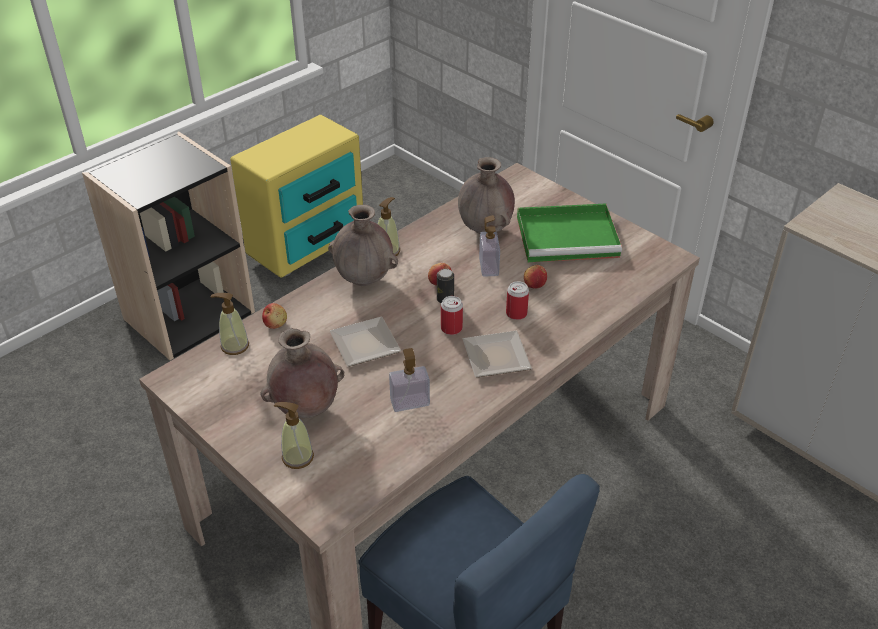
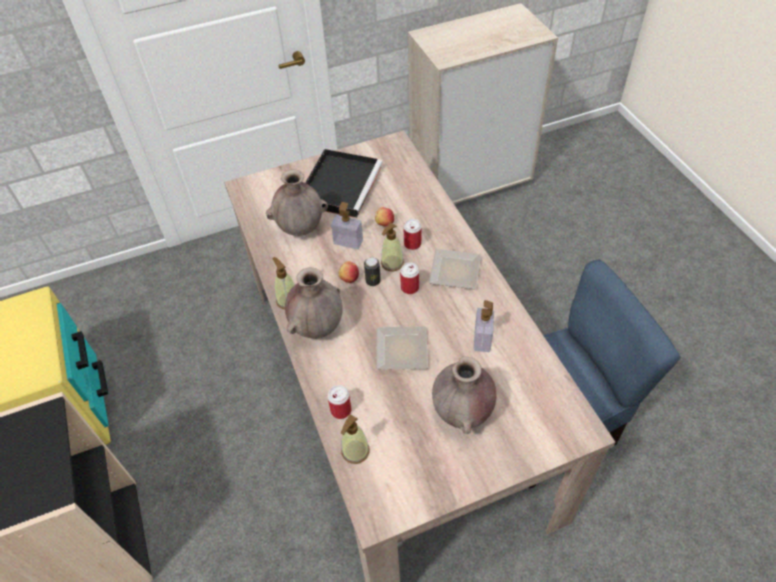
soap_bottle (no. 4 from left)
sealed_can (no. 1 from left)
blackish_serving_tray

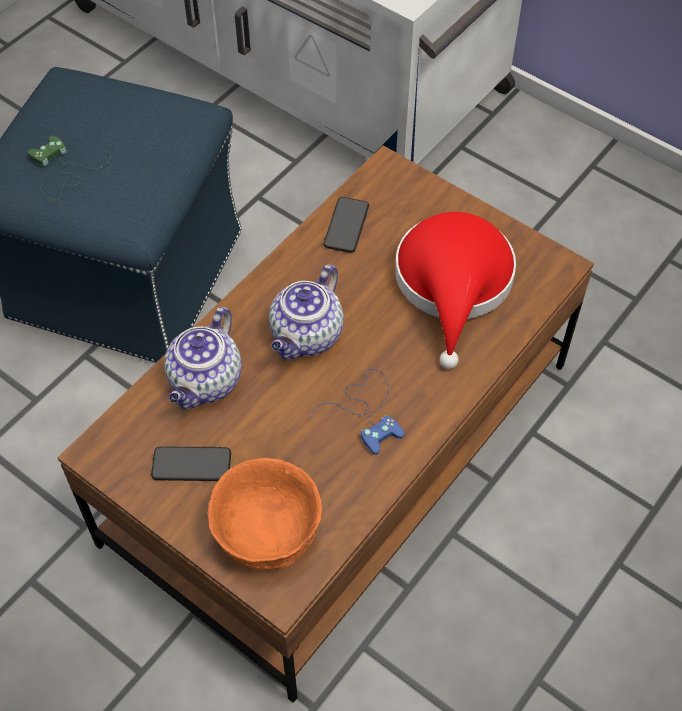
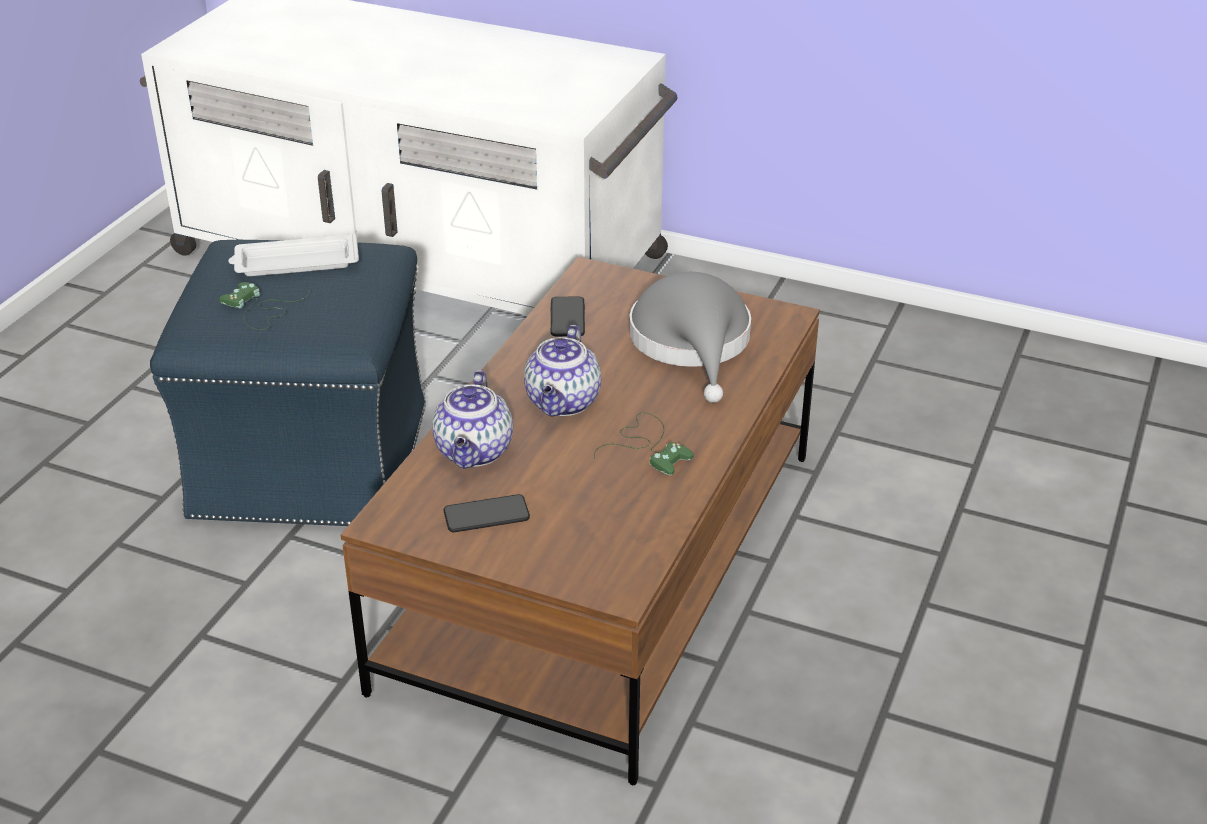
orangey_bowl
white_serving_tray
green-coloured_gamepad (no. 2 from left)
gray_clothing_hat

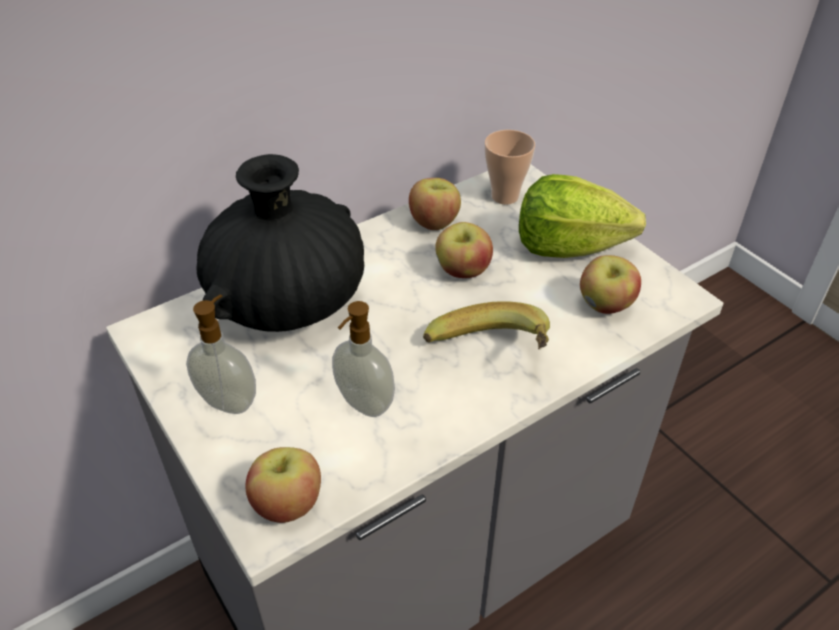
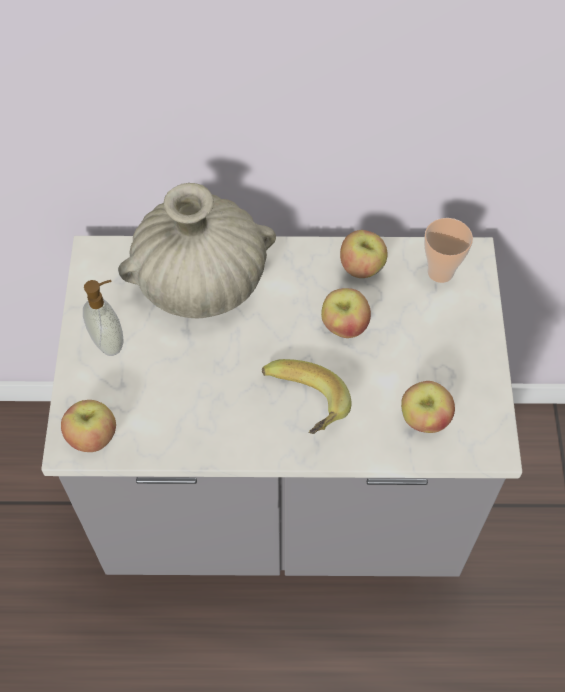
soap_bottle (no. 2 from left in the first image)
head_of_lettuce
beige-coloured_flower_vase

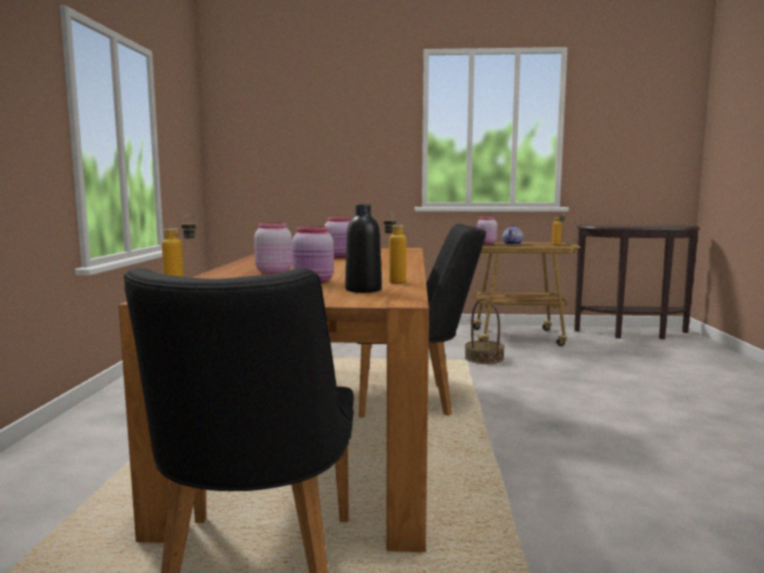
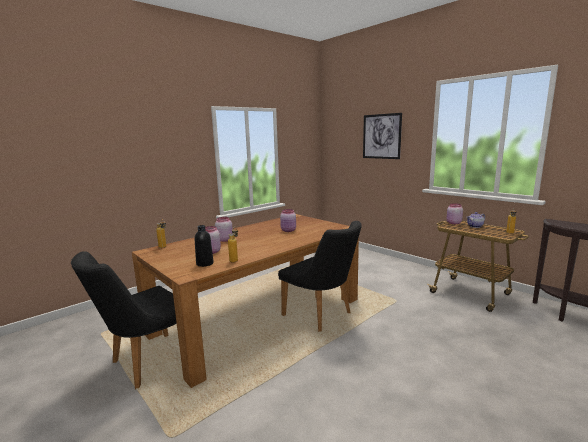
household_basket
picture

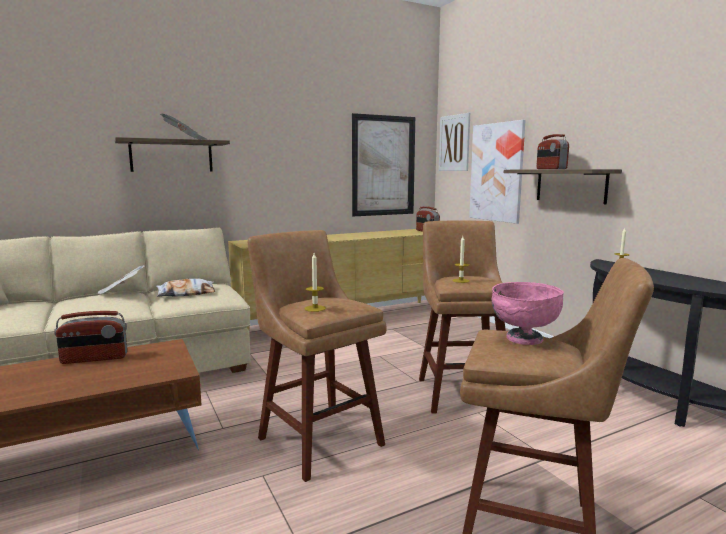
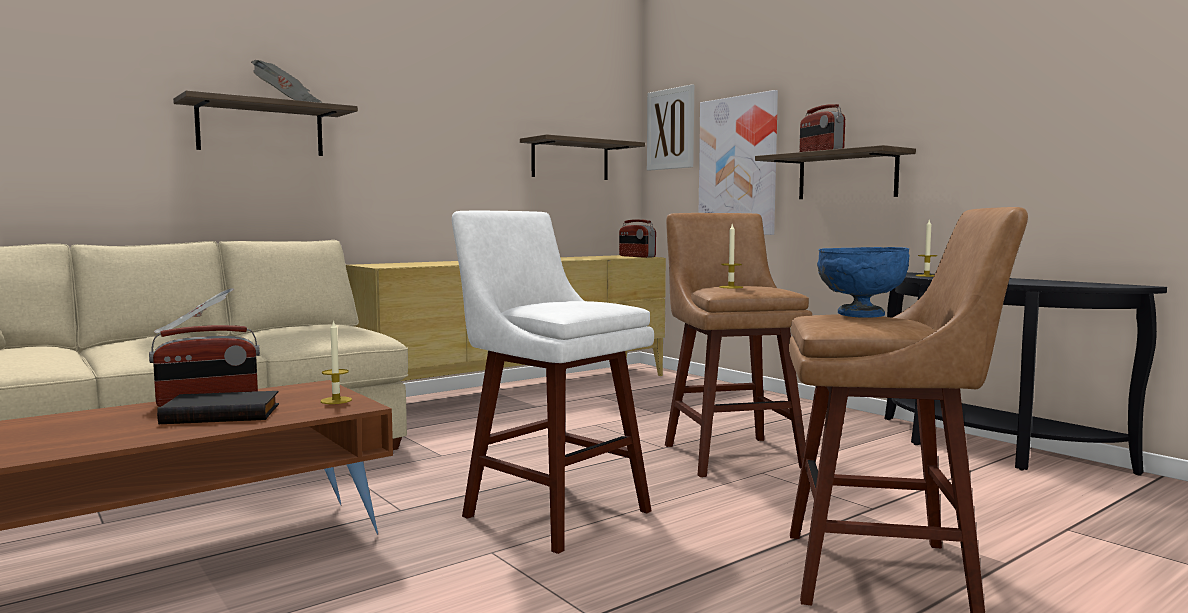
cushion
blackish_book
wax_candle (no. 1 from left)
bracket_shelf (no. 2 from left)
white_stool_seat
blue_bowl

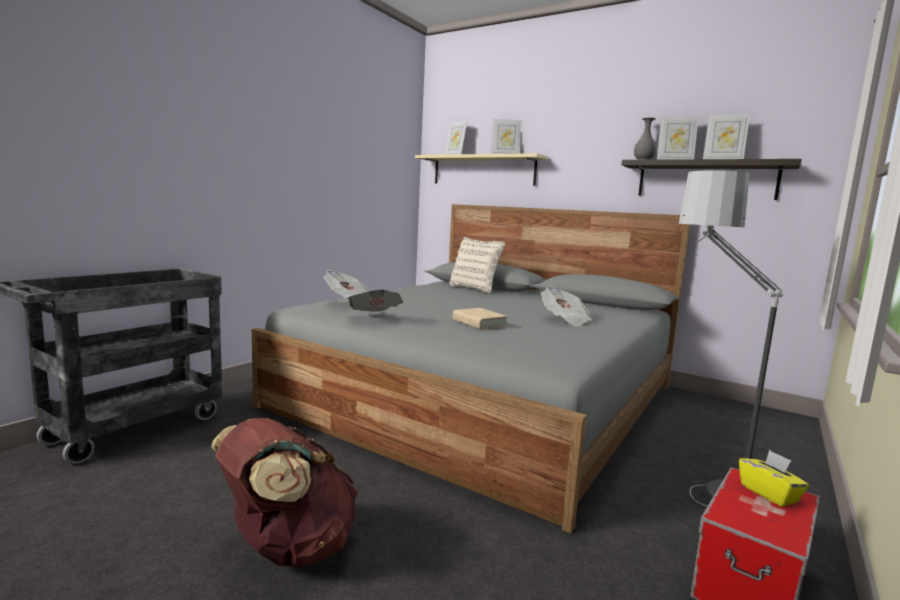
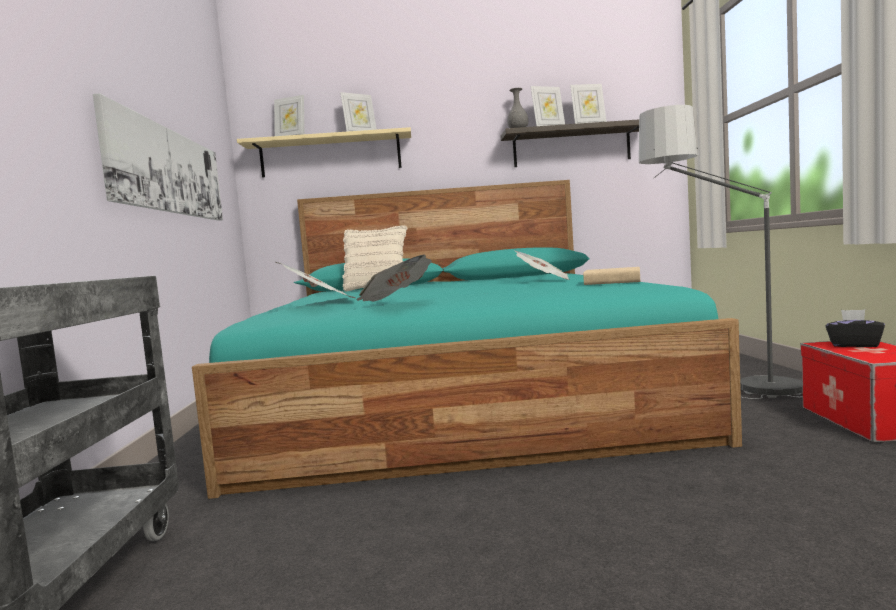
brown_rucksack
picture
beige-coloured_book
blue-green_bed
blackish_tissue_box

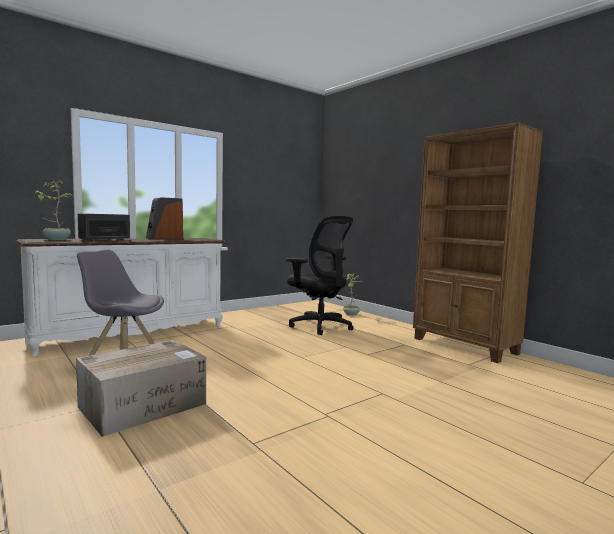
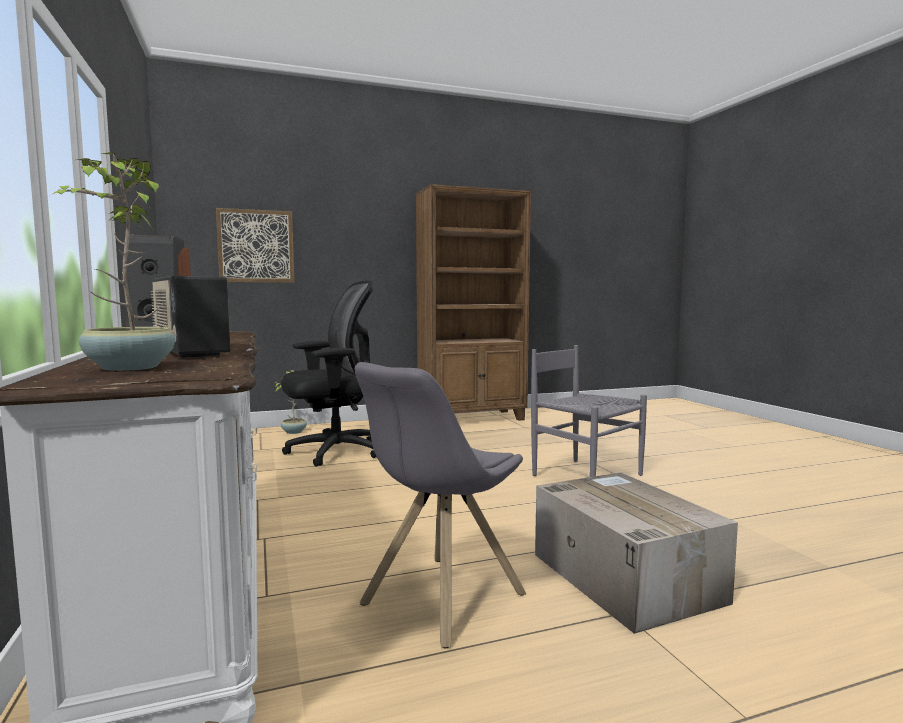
picture
gray_plain_chair (no. 2 from left)

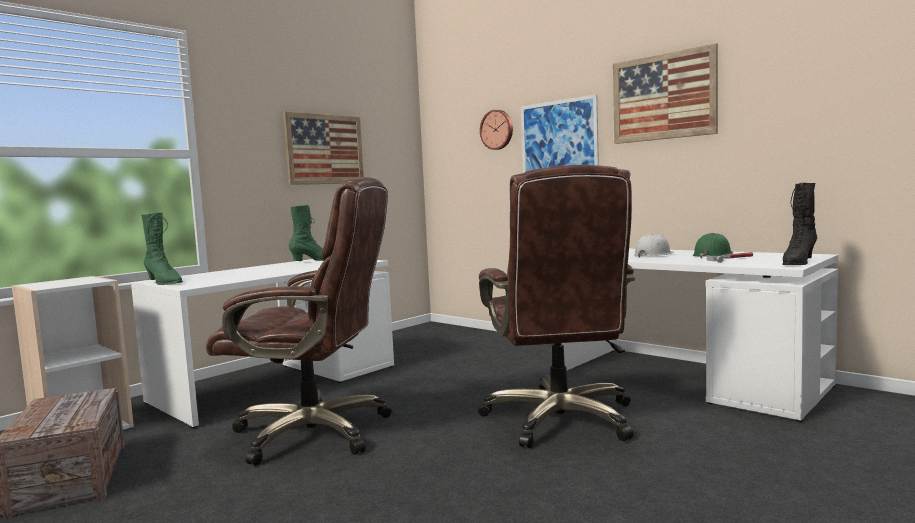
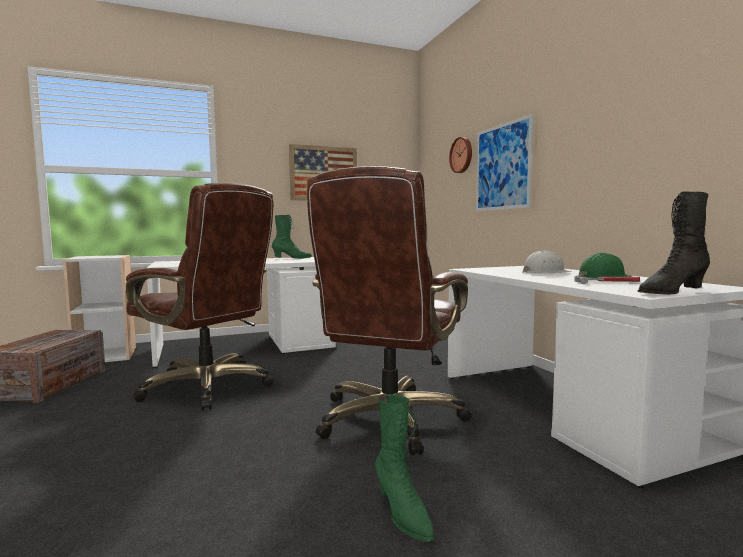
picture (no. 3 from left in the first image)
green-coloured_tall_boot (no. 2 from left)

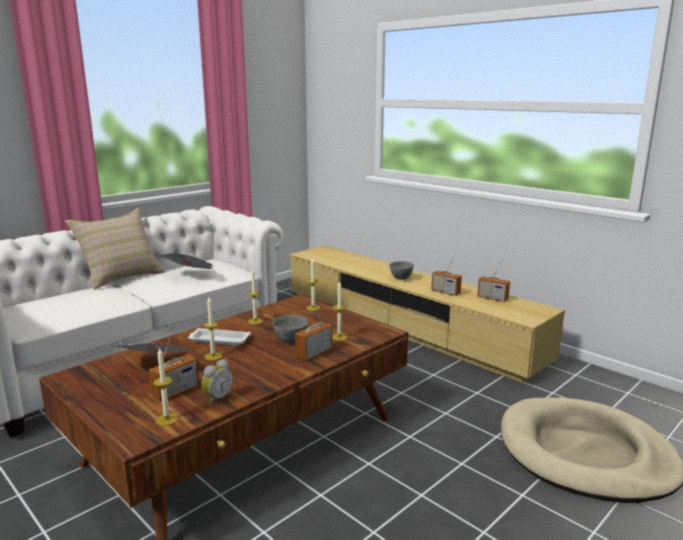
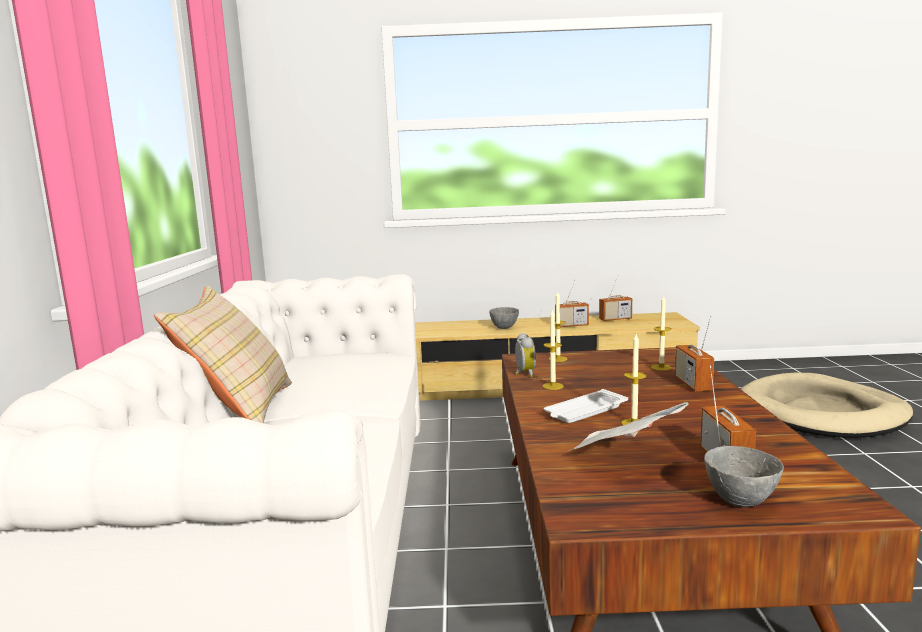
wax_candle (no. 1 from left in the first image)
daily_paper (no. 2 from left in the first image)
table_clock
gray_bowl (no. 2 from left)

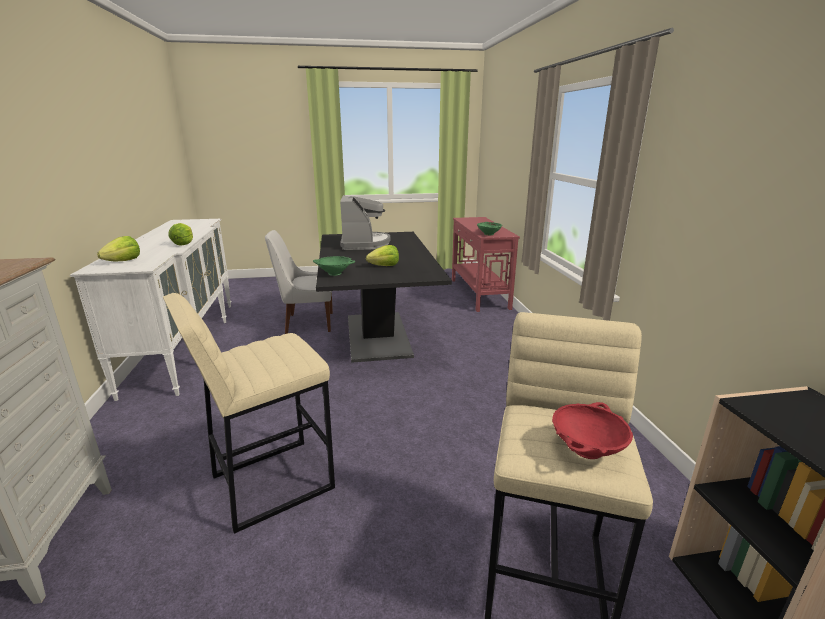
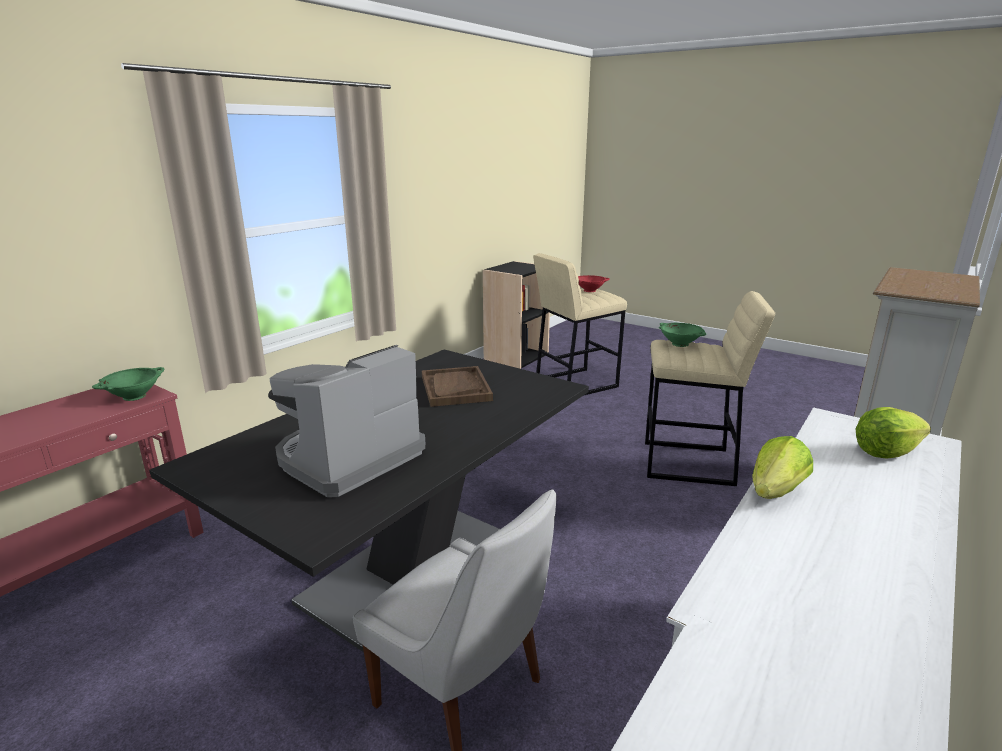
green-coloured_bowl (no. 2 from left)
brown_serving_tray

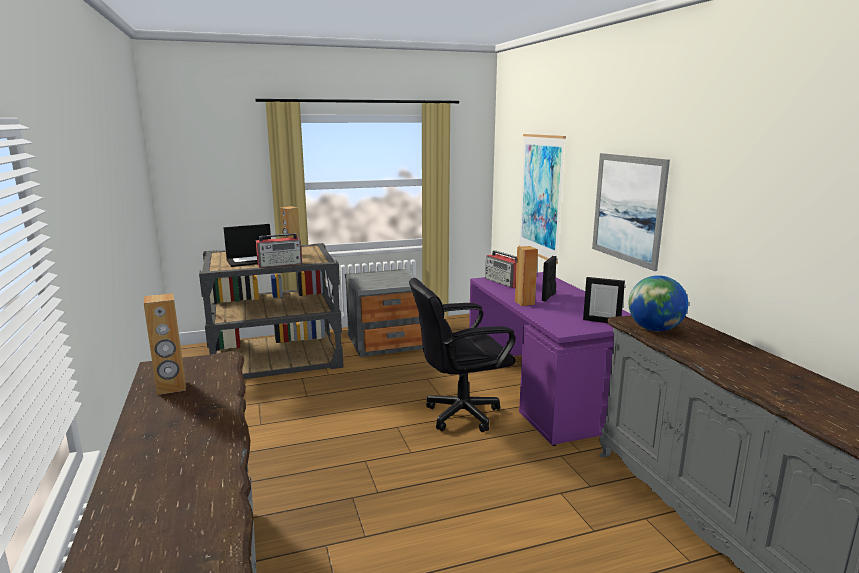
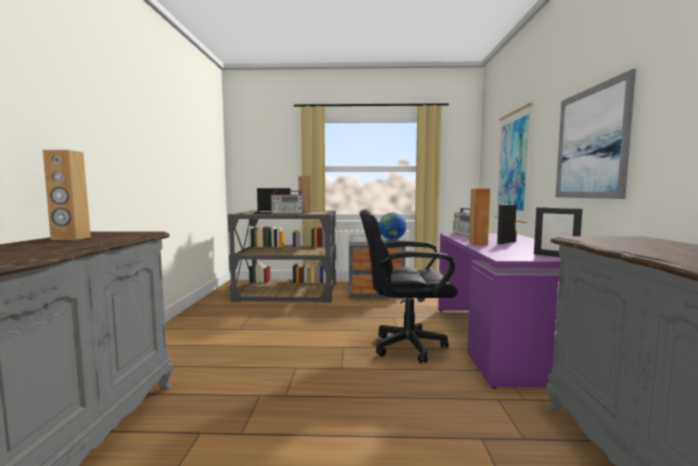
desk_globe

